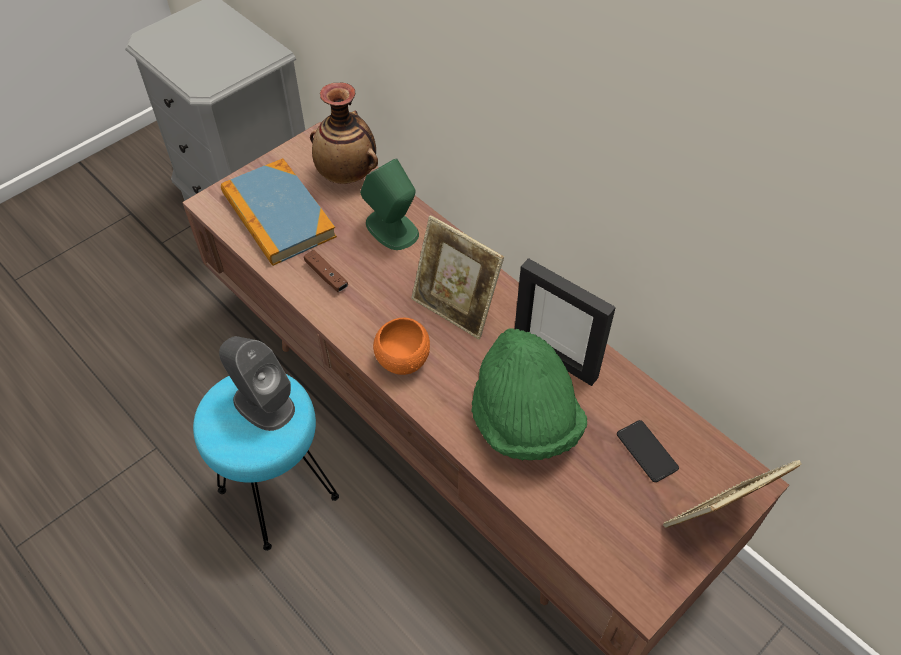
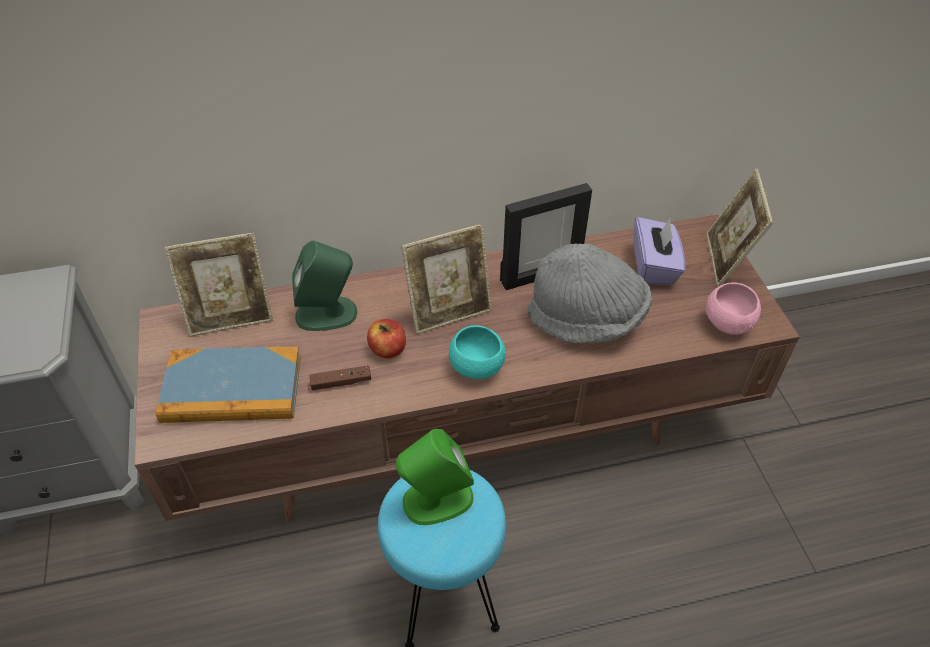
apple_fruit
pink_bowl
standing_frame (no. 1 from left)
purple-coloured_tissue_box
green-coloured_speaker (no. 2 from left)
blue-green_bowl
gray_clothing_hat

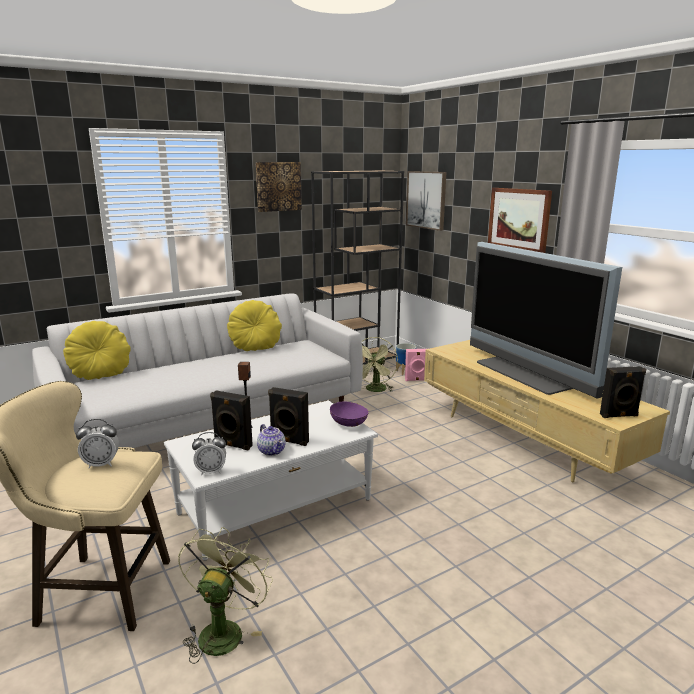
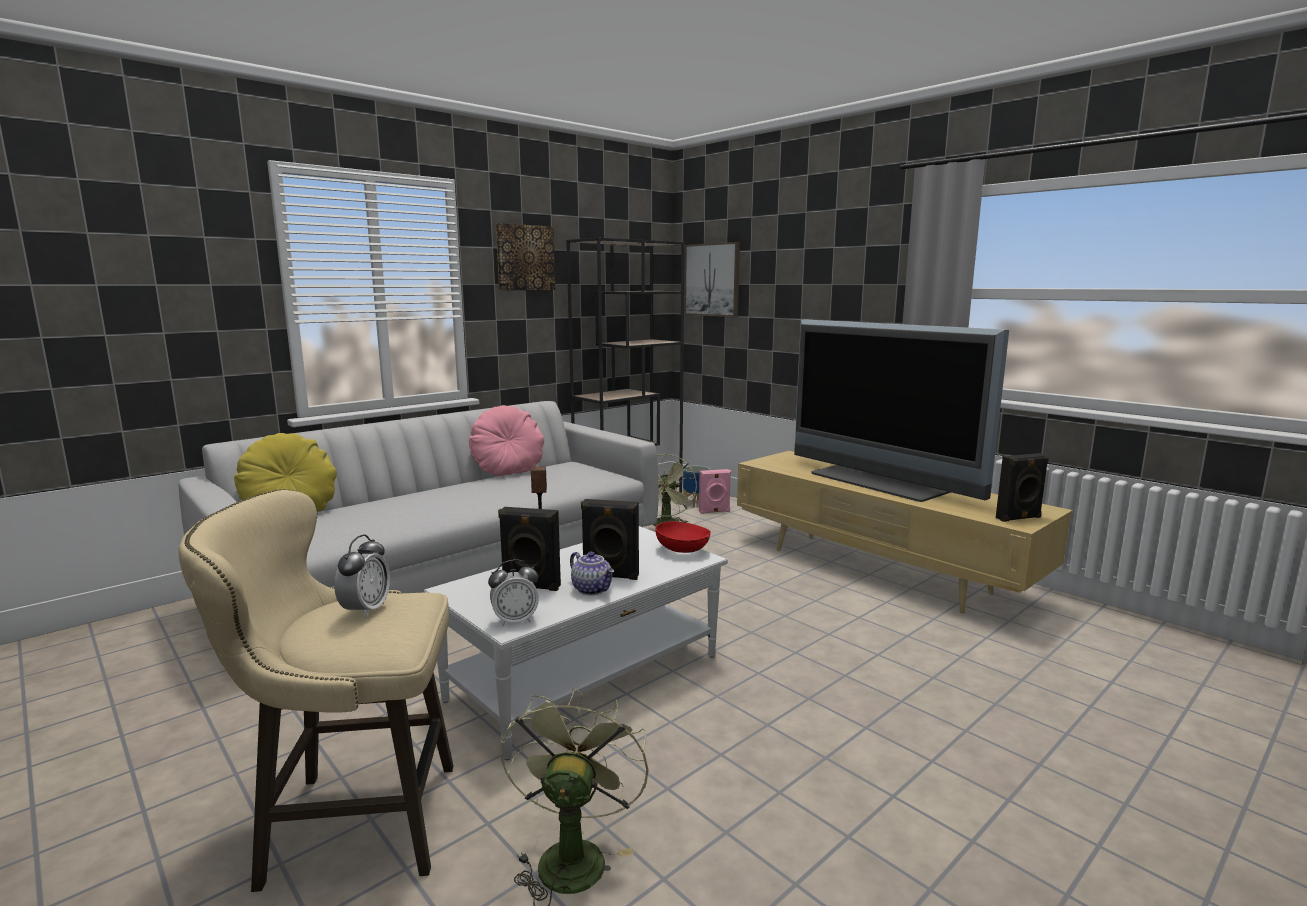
picture (no. 3 from left in the first image)
pink_cushion
red-coloured_bowl
table_clock (no. 1 from left)

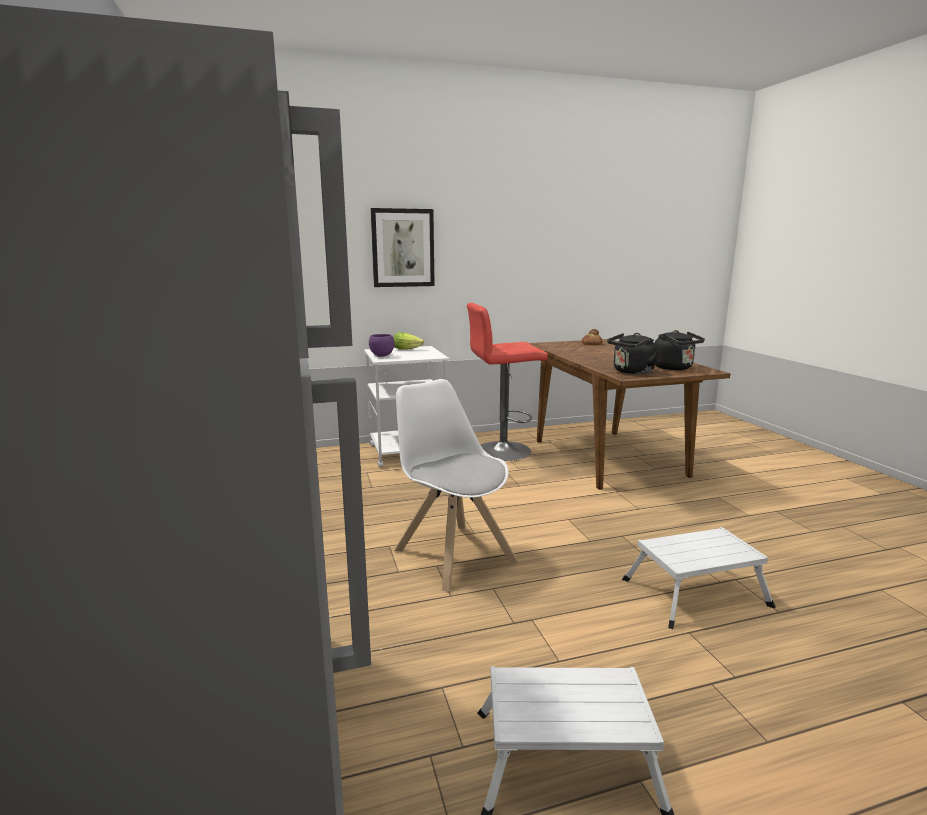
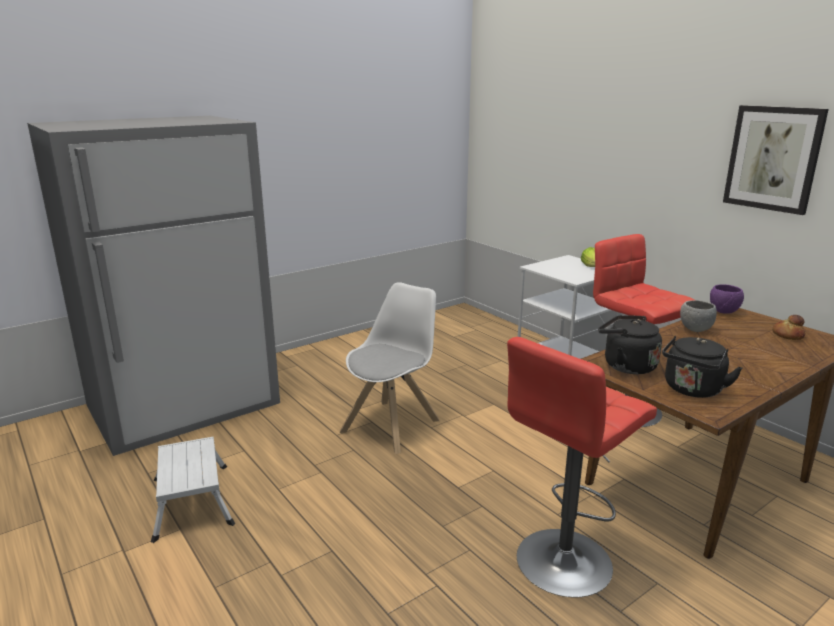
white_step_ladder (no. 2 from left in the first image)
red-coloured_stool_seat (no. 1 from left)
gray_bowl
purple-coloured_bowl
picture

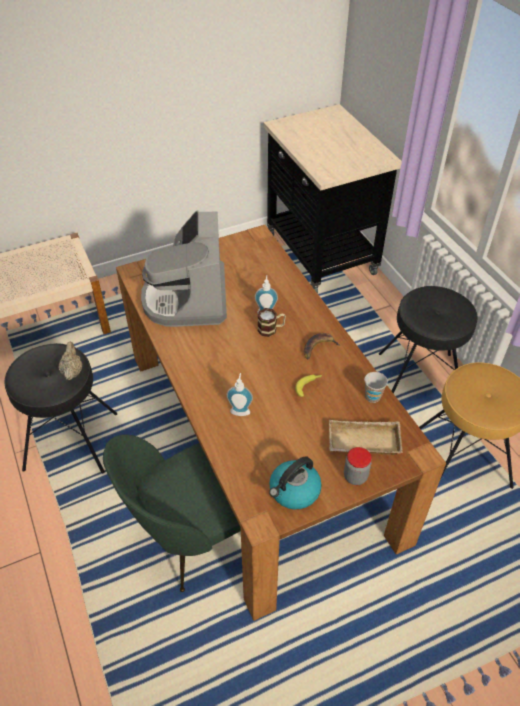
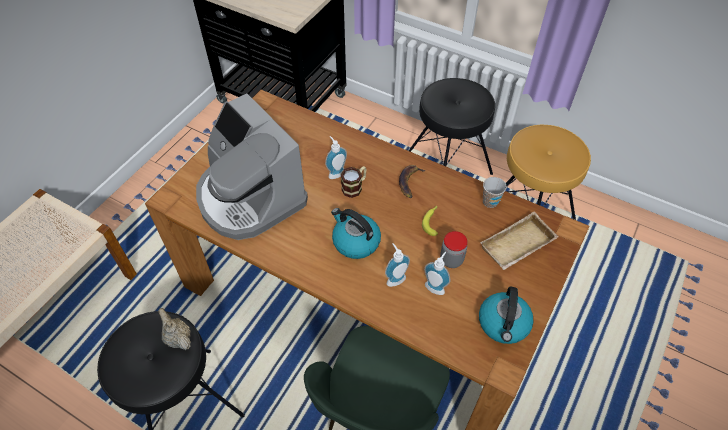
tea_kettle (no. 1 from left)
soap_bottle (no. 3 from left)
preserve_jar

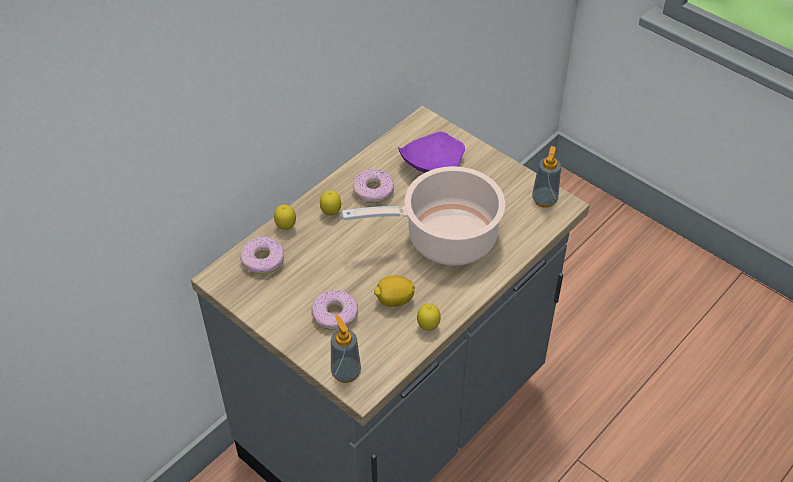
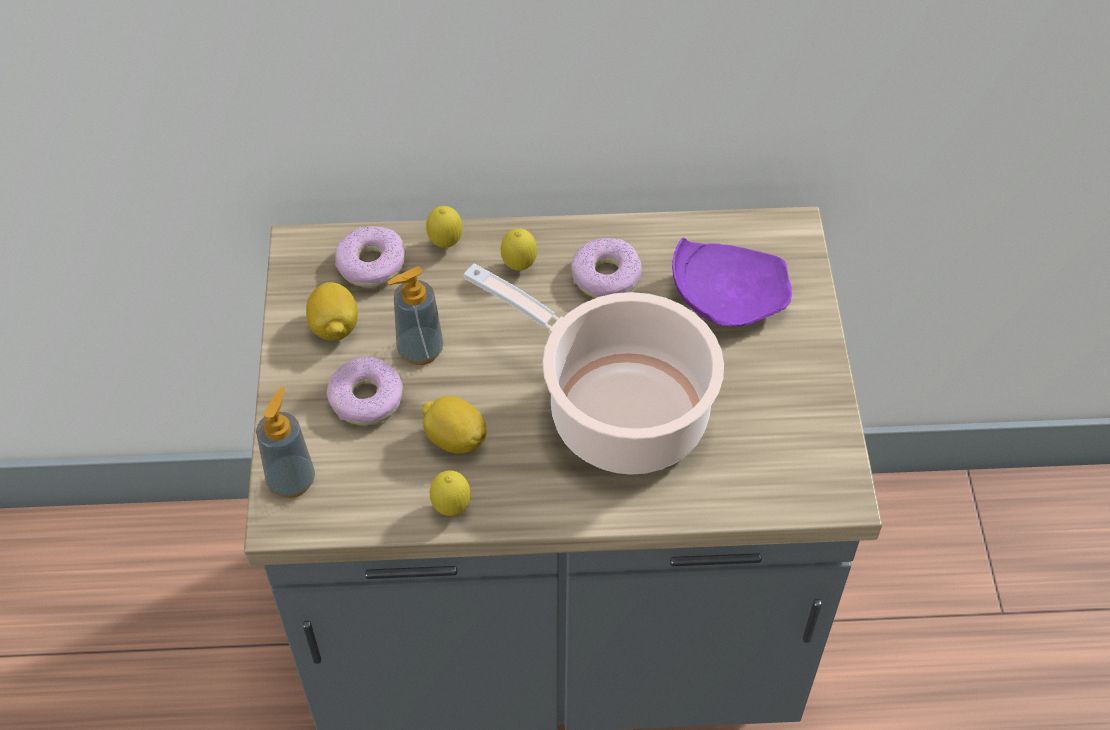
citrus_fruit (no. 1 from left)
soap_bottle (no. 2 from left)

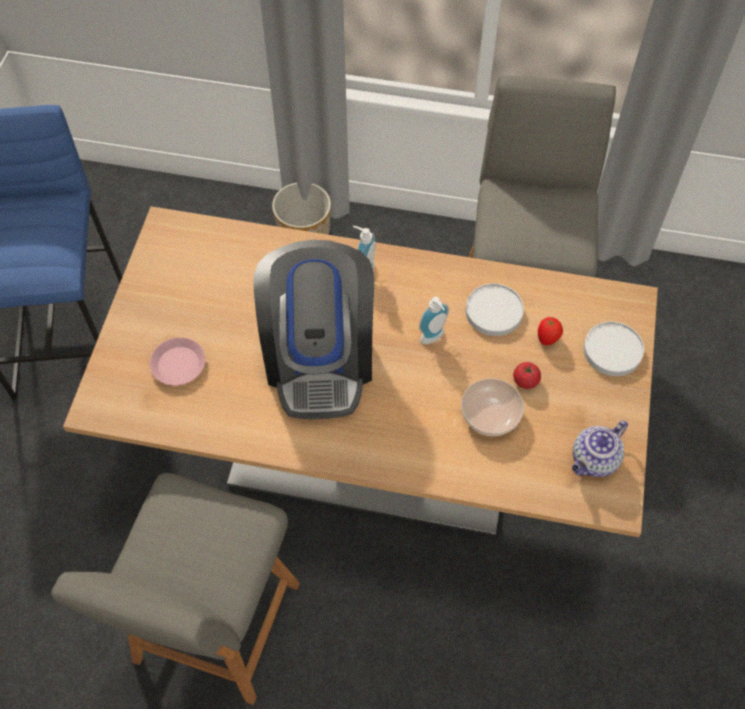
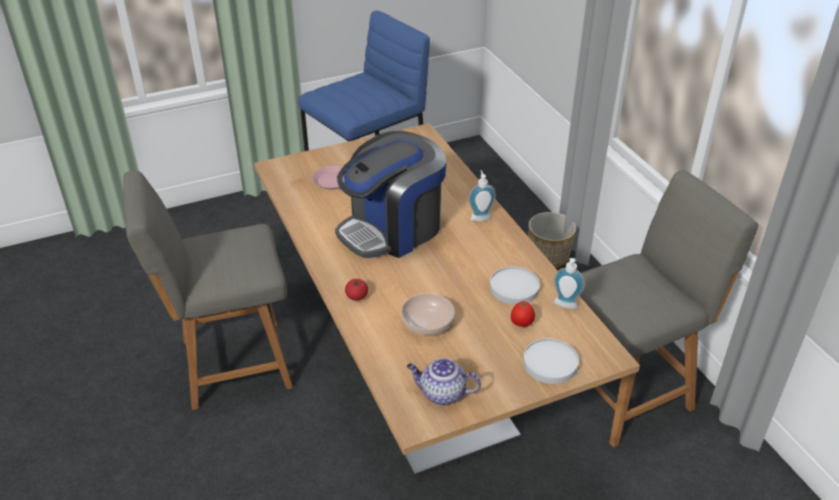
soap_bottle (no. 2 from left)
tomato (no. 1 from left)

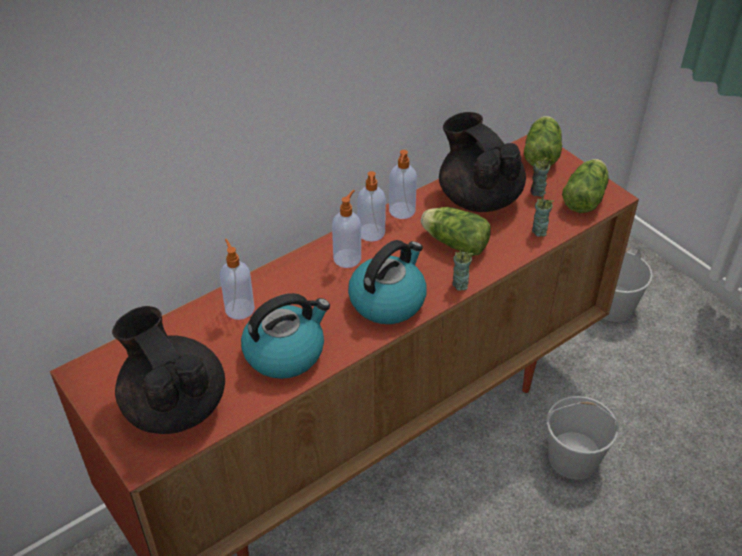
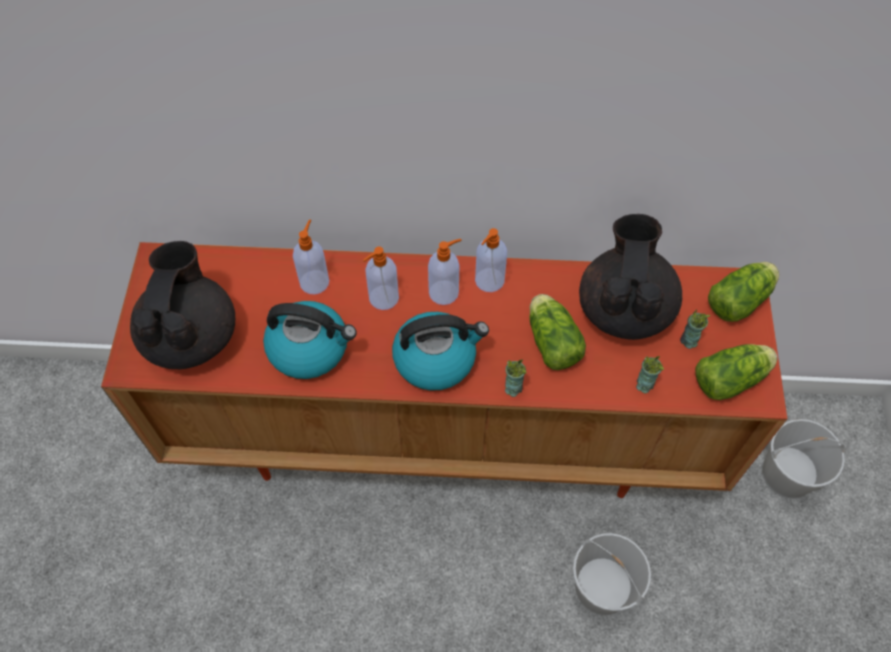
soap_bottle (no. 2 from left)

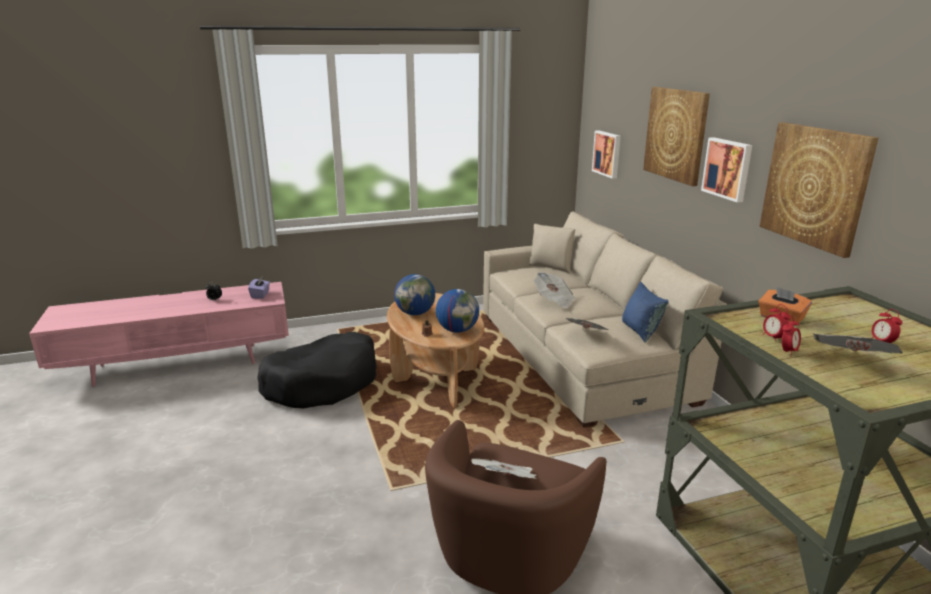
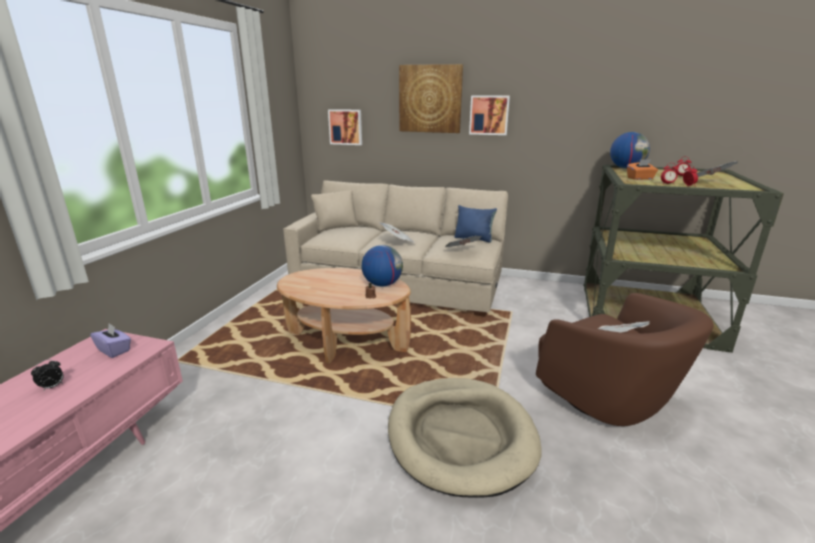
blackish_dog_cushion
picture (no. 4 from left in the first image)
beige-coloured_dog_cushion
desk_globe (no. 2 from left)

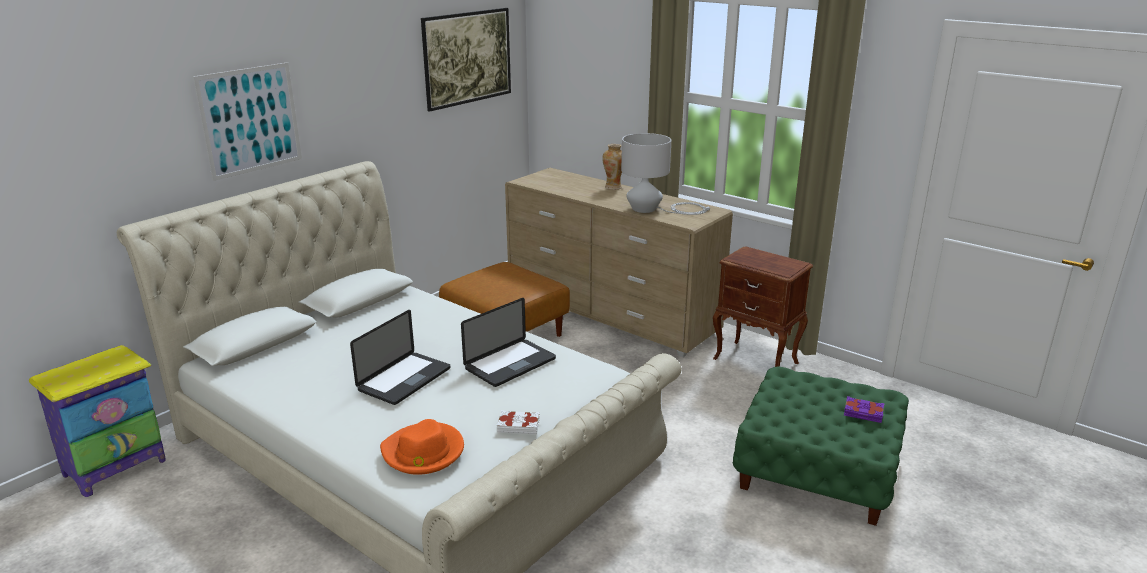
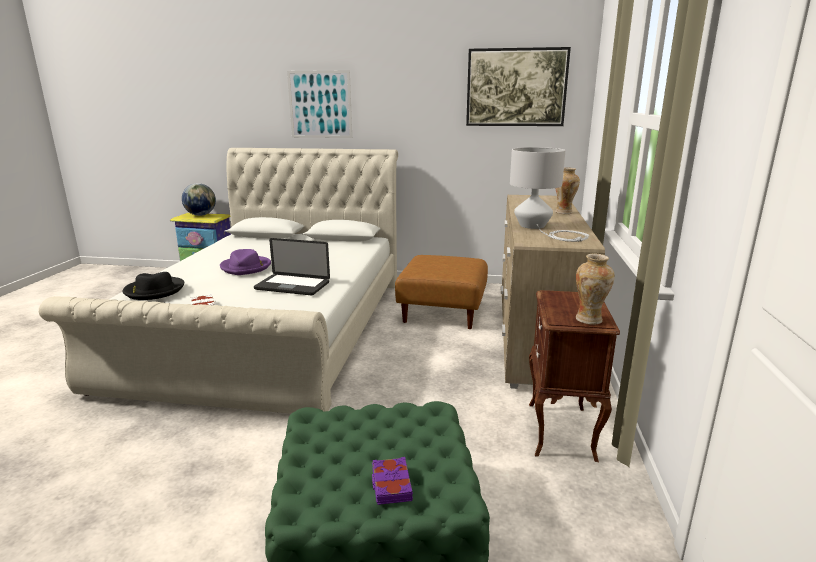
desk_globe
flower_vase (no. 2 from left)
purple-coloured_clothing_hat
blackish_clothing_hat

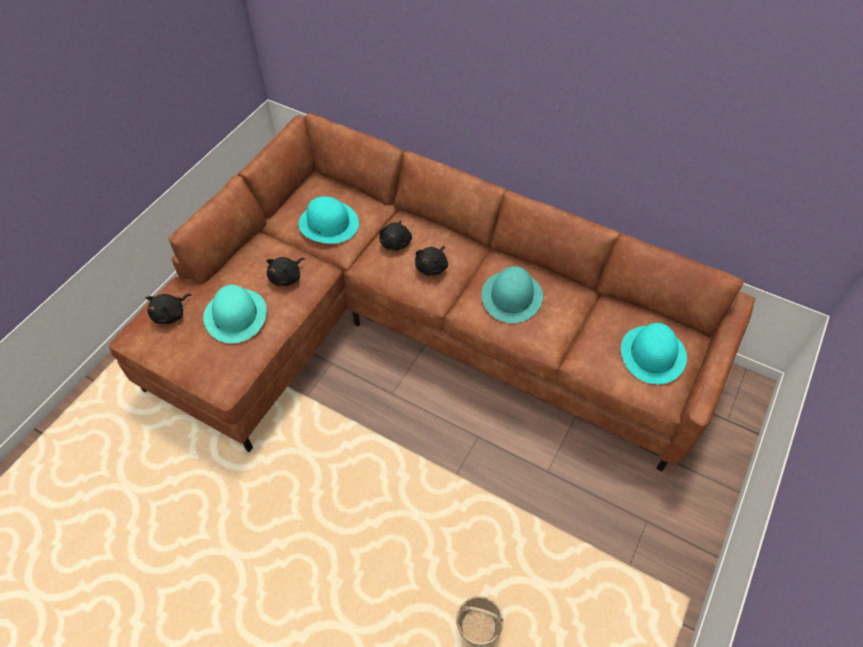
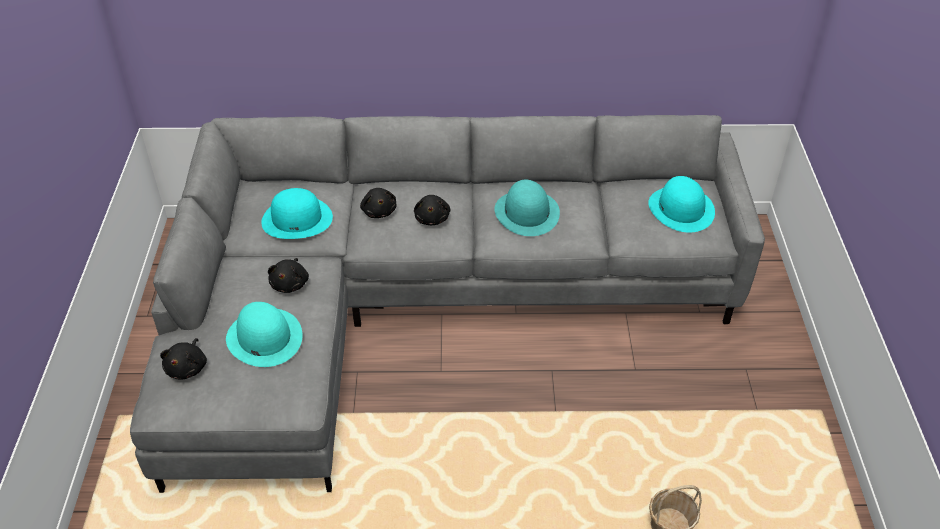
gray_couch

